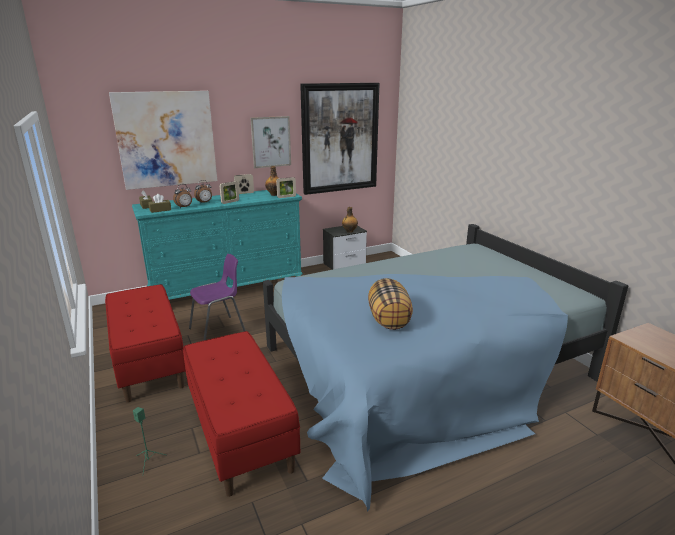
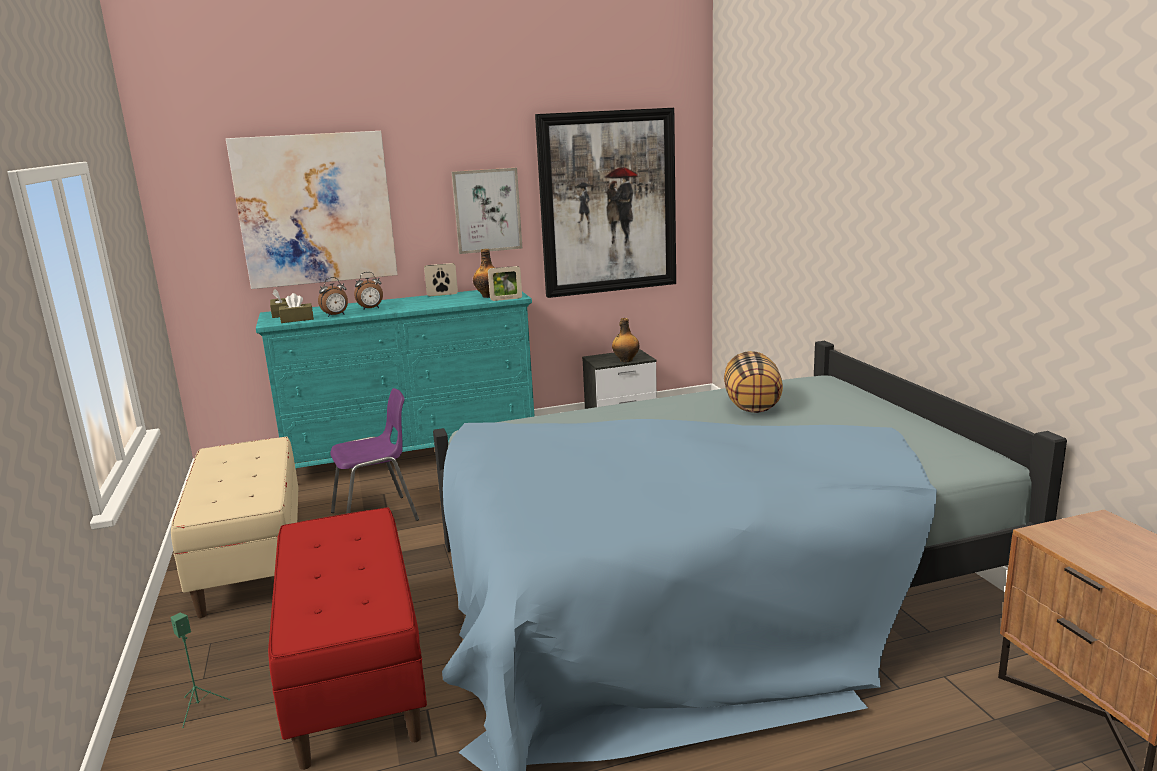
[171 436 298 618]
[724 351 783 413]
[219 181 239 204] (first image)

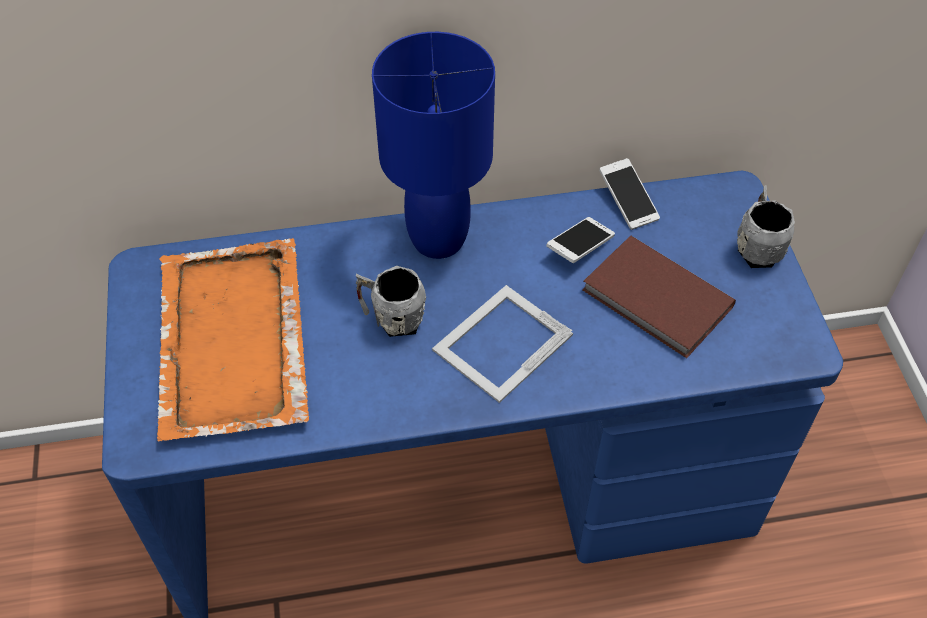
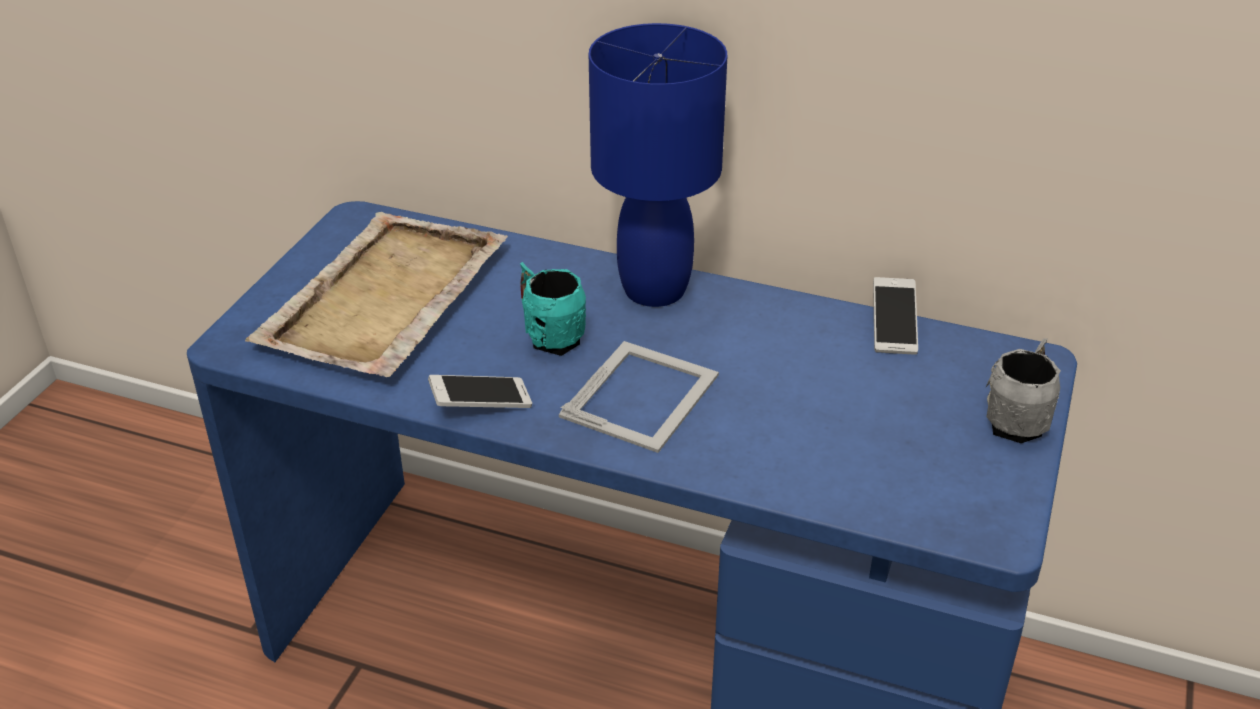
[245 212 508 377]
[428 375 532 408]
[520 262 586 356]
[559 341 719 453]
[582 236 736 358] (first image)

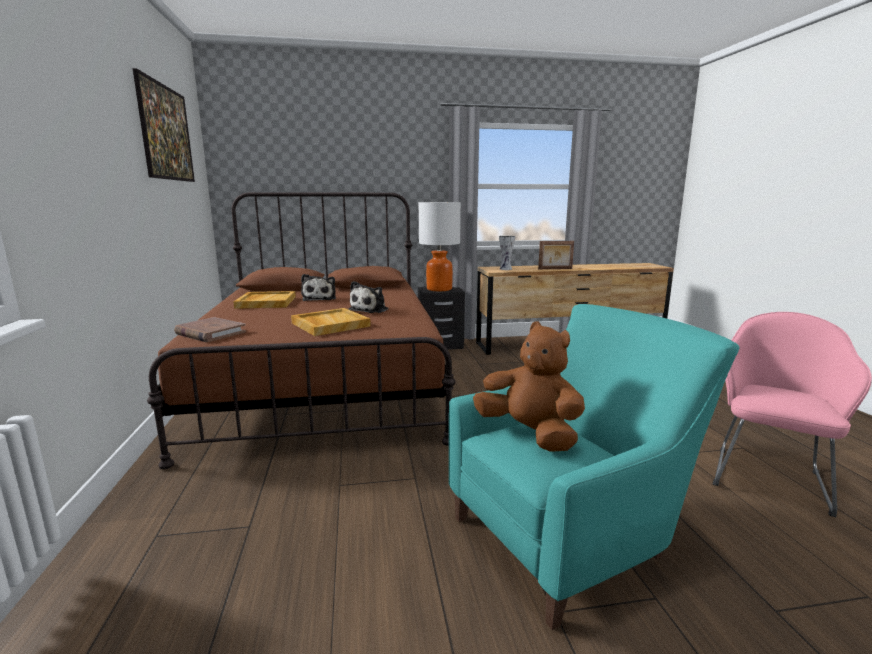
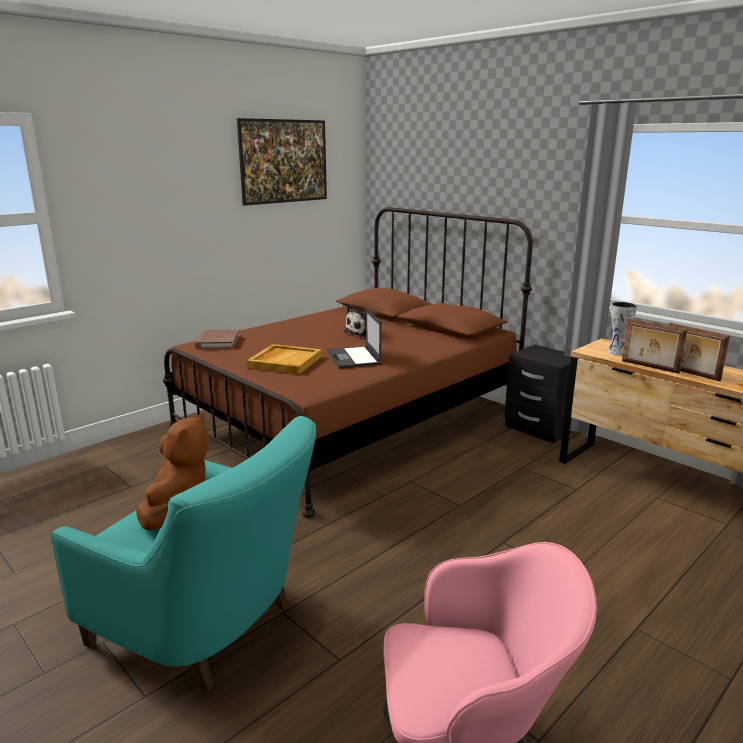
[327 308 382 369]
[622 318 687 374]
[233 291 296 309] (first image)
[418 202 461 291] (first image)

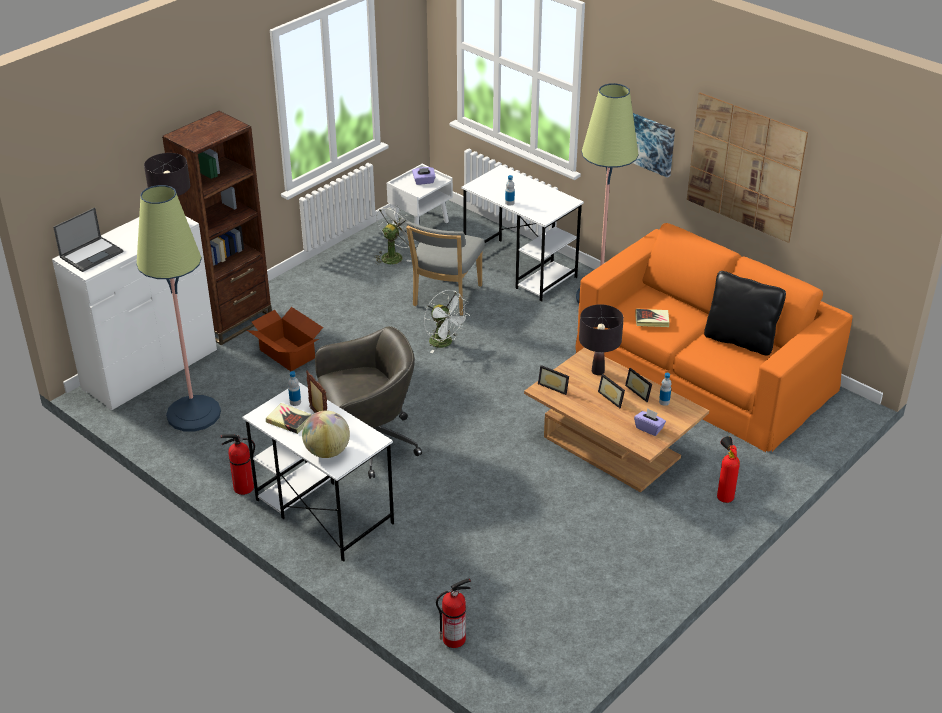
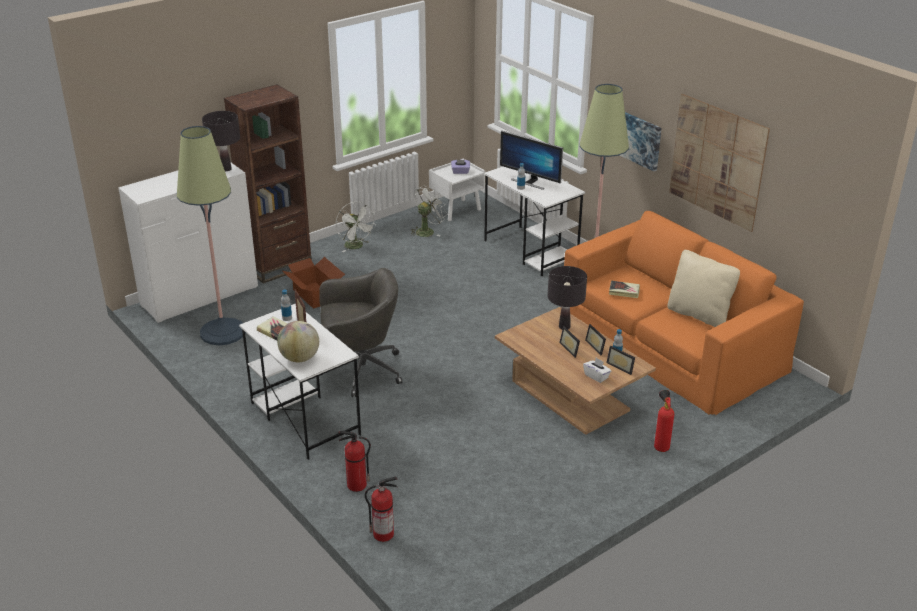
[336 202 374 252]
[338 431 371 492]
[500 131 563 190]
[583 358 611 383]
[606 346 635 375]
[667 250 740 327]
[53 207 124 272] (first image)
[406 222 485 316] (first image)

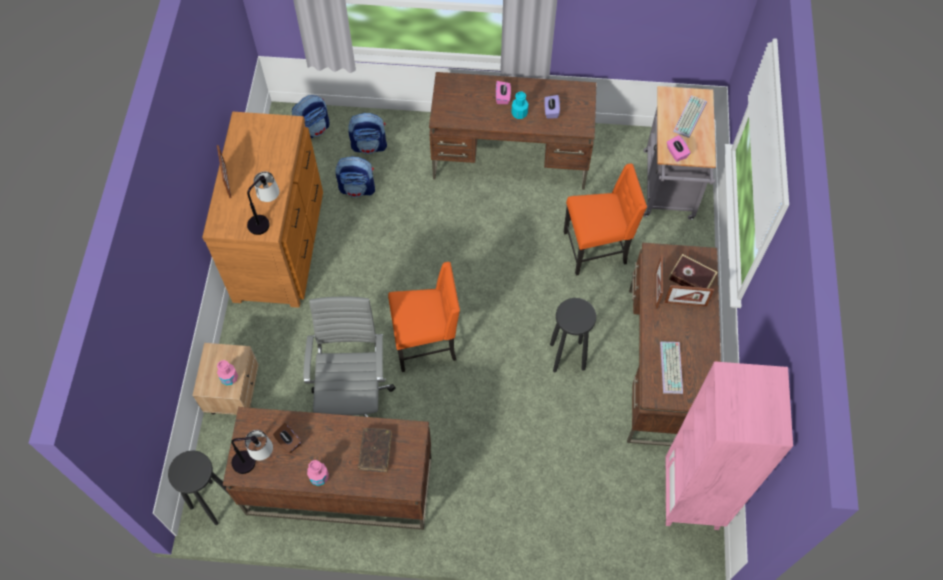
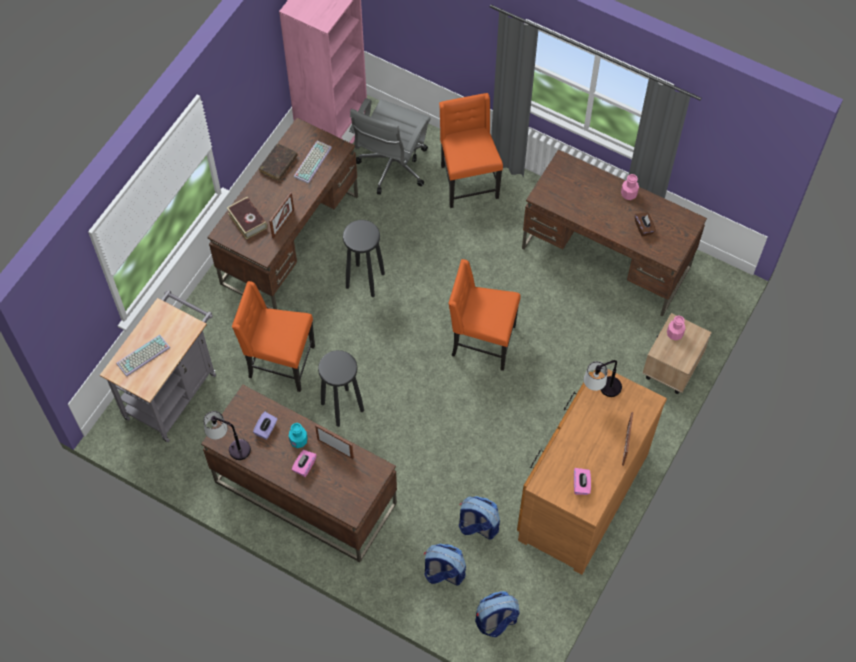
[203 411 251 460]
[259 144 298 181]
[315 424 354 459]
[318 350 364 427]
[349 98 431 195]
[439 93 503 208]
[574 468 591 495]

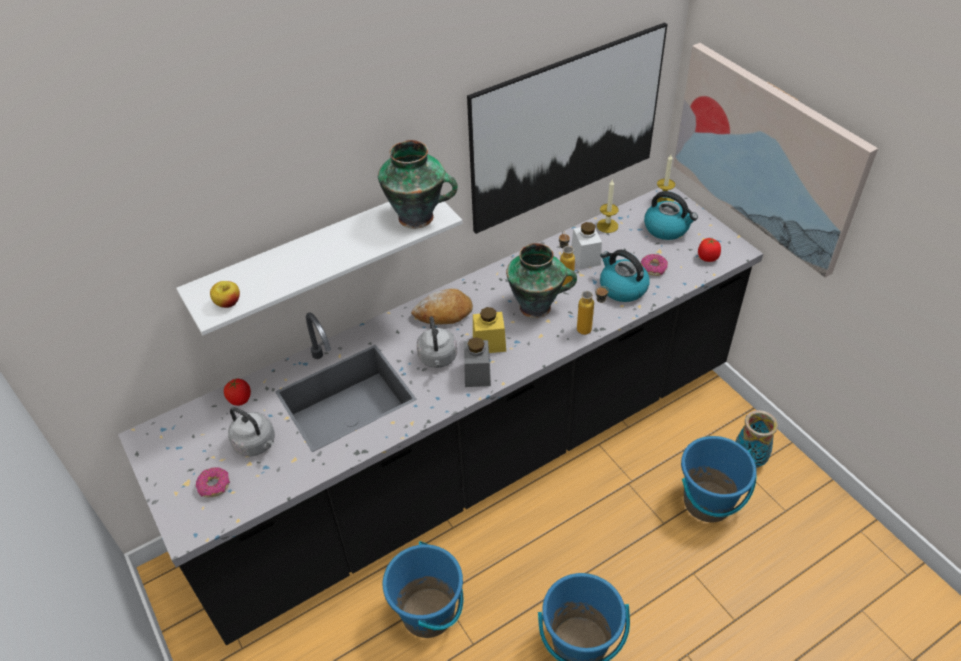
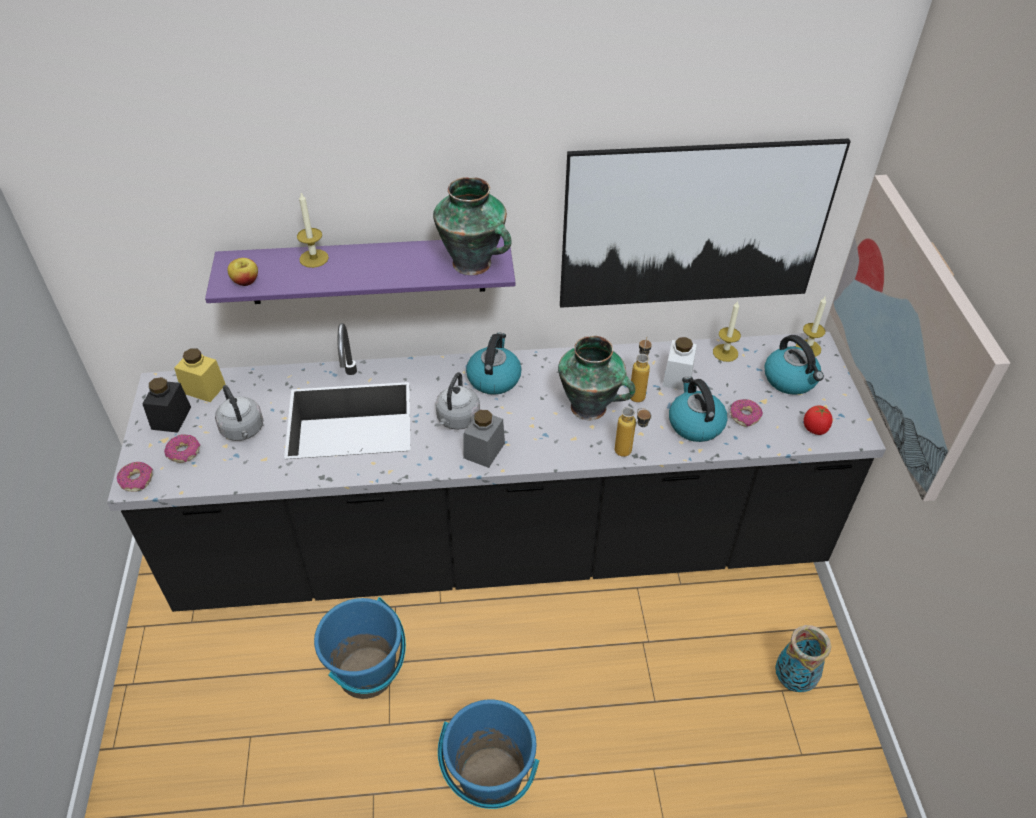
[117 462 153 492]
[142 377 191 433]
[174 348 226 402]
[205 237 515 304]
[297 193 329 268]
[466 333 522 395]
[224 379 251 406] (first image)
[681 436 757 522] (first image)

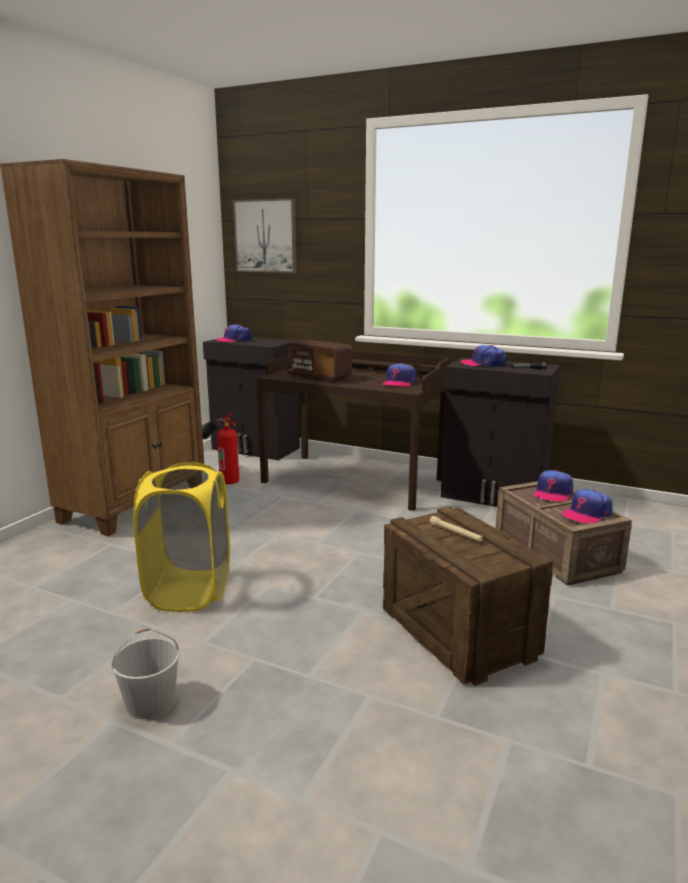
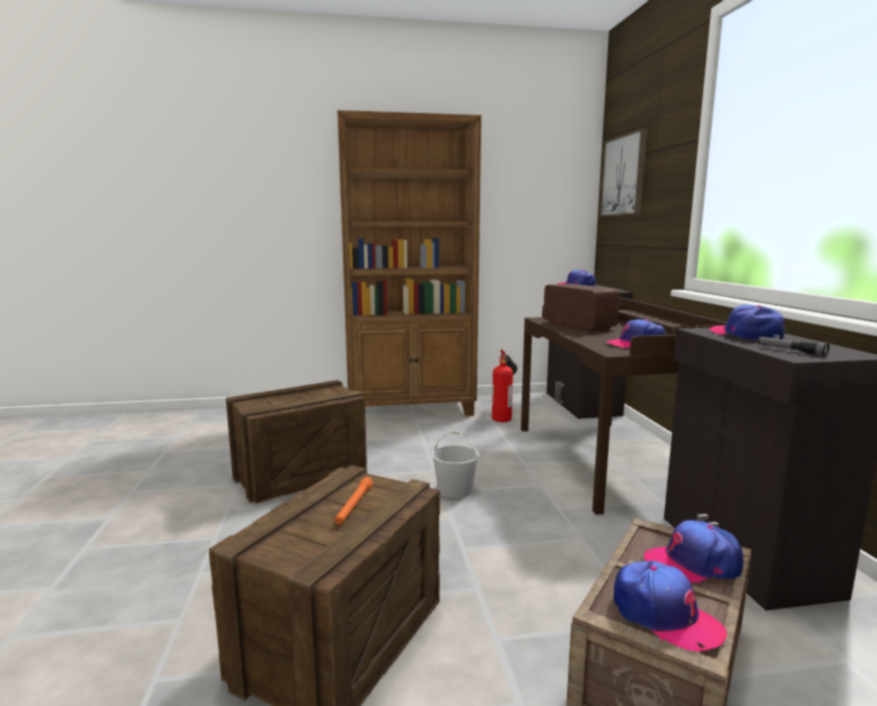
[226 380 367 504]
[335 477 373 525]
[432 432 479 498]
[543 284 620 332]
[613 561 727 652]

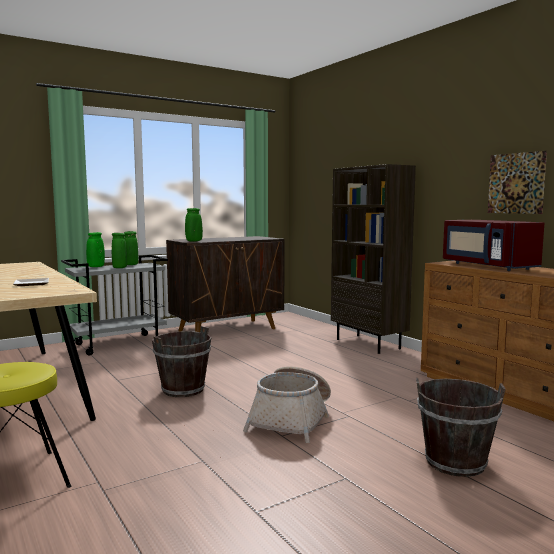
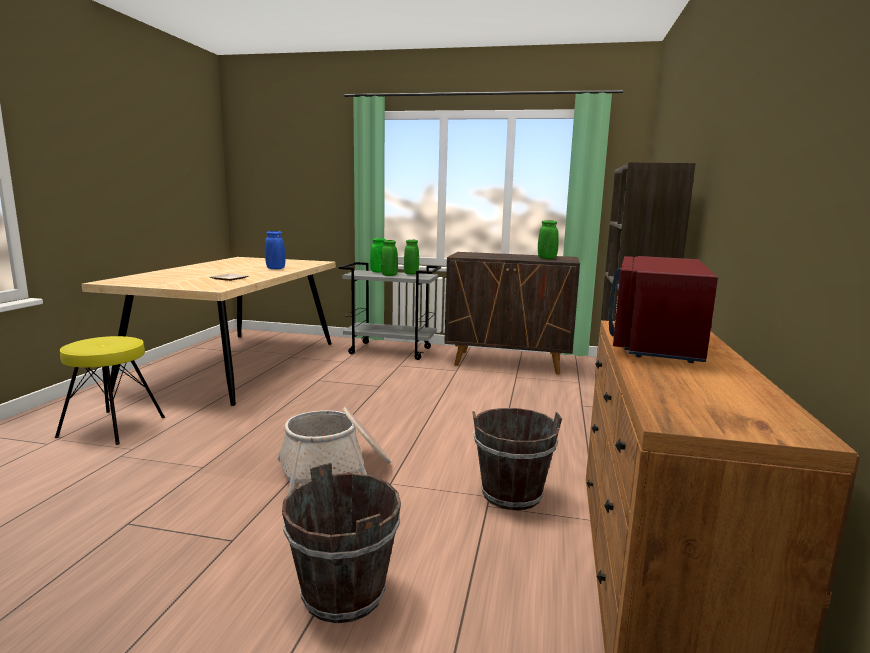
[265 231 286 269]
[472 408 562 510]
[538 220 559 259]
[488 151 547 214] (first image)

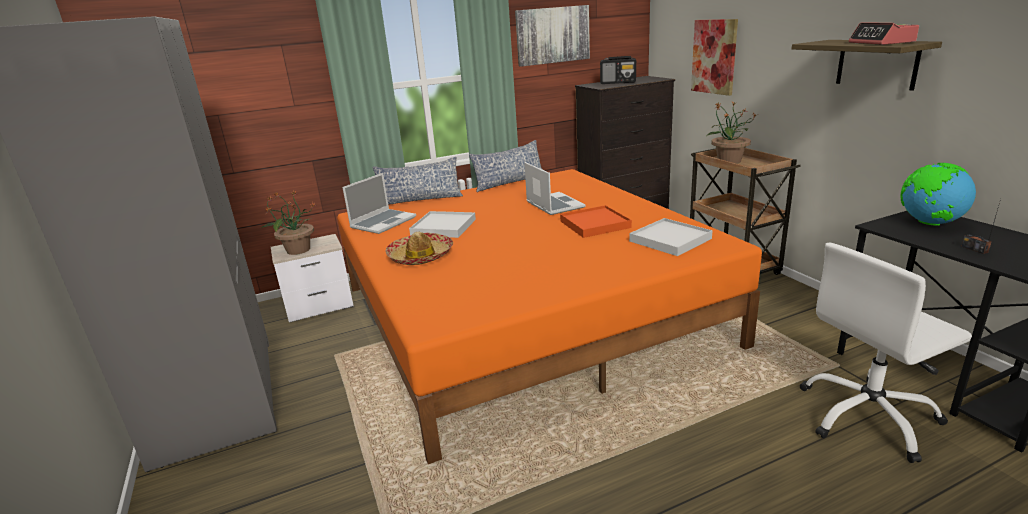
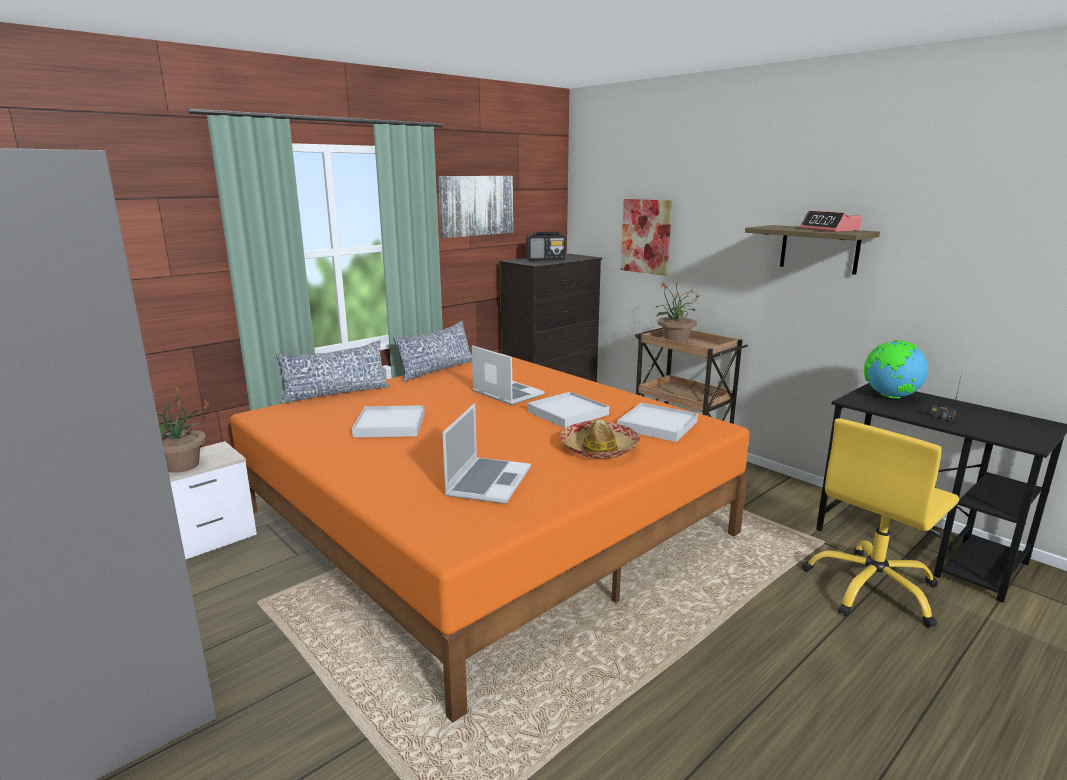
[442 404 531 504]
[527 392 609 428]
[560 419 640 459]
[802 418 959 628]

